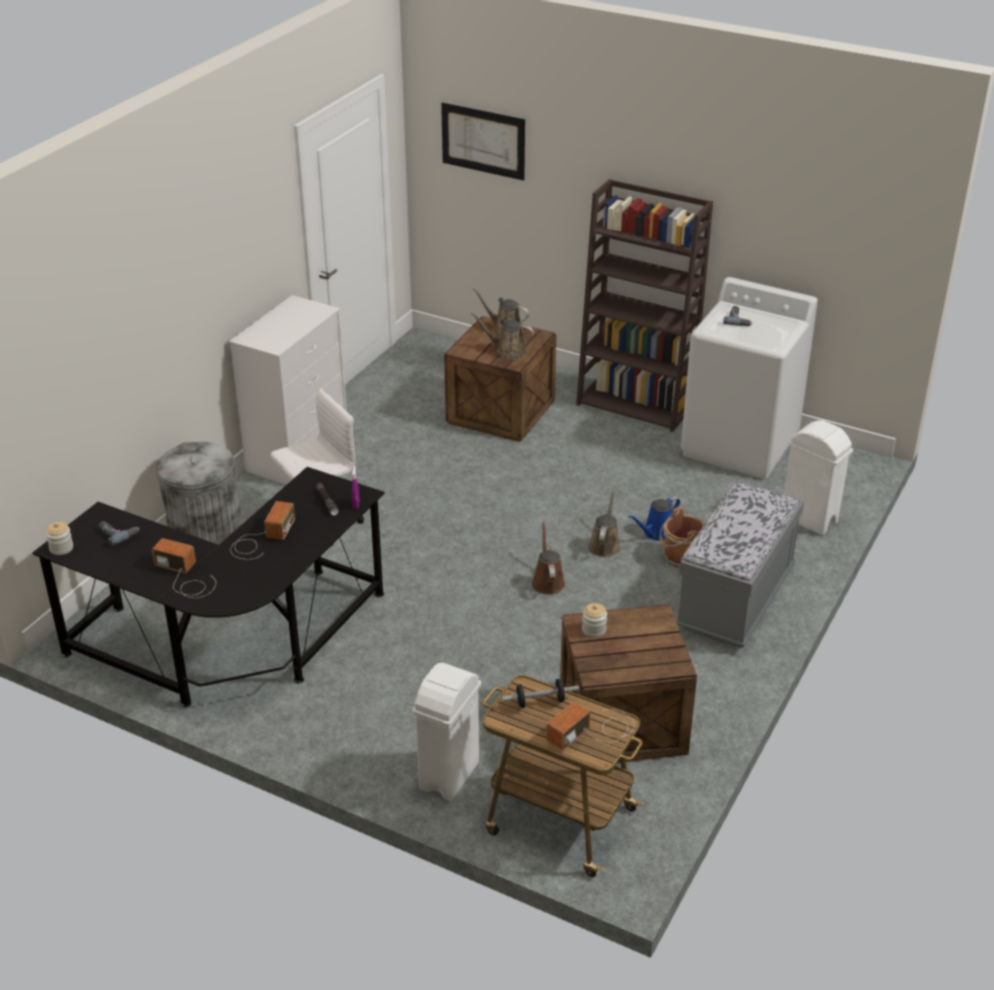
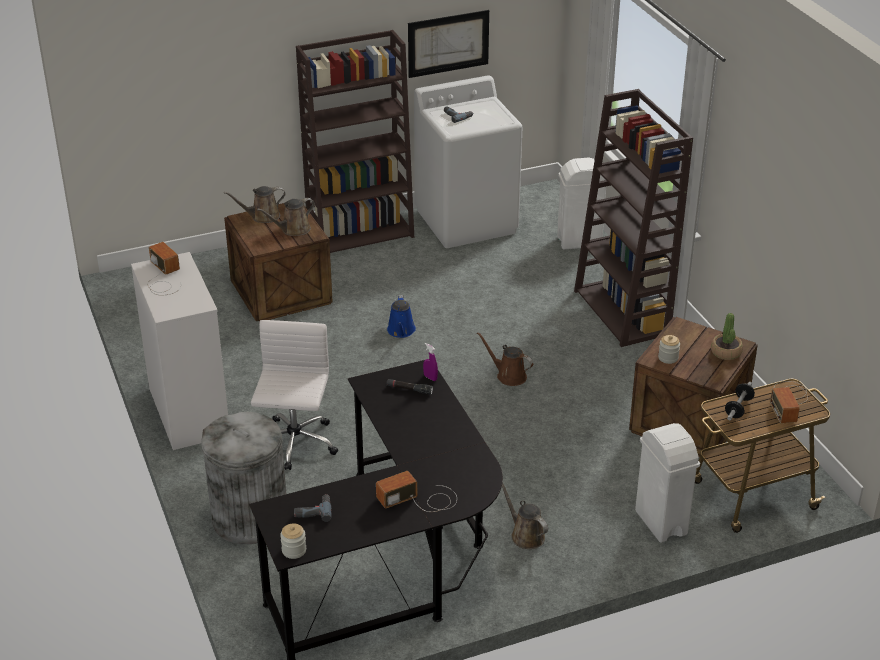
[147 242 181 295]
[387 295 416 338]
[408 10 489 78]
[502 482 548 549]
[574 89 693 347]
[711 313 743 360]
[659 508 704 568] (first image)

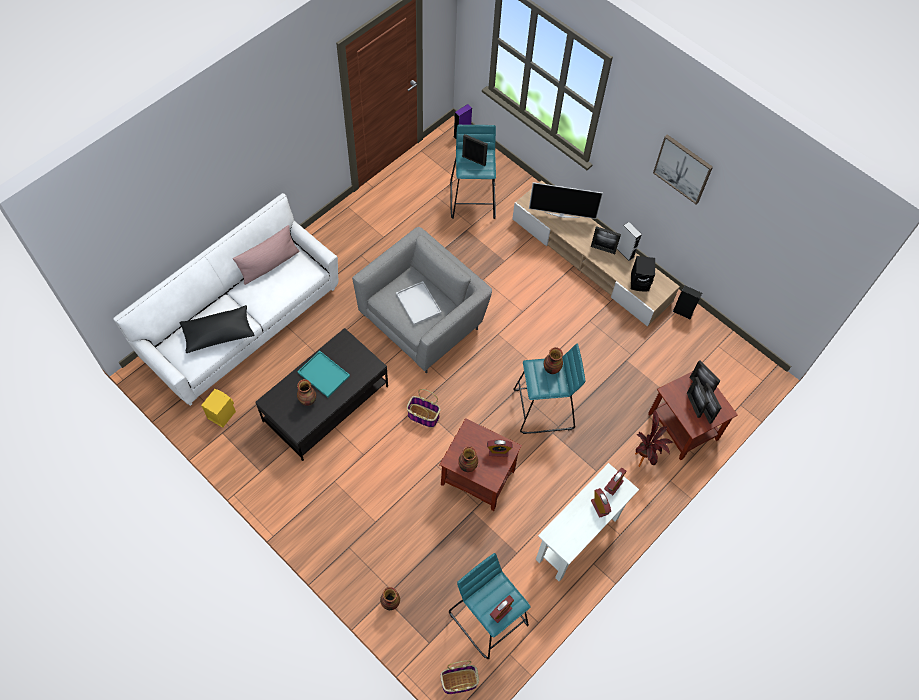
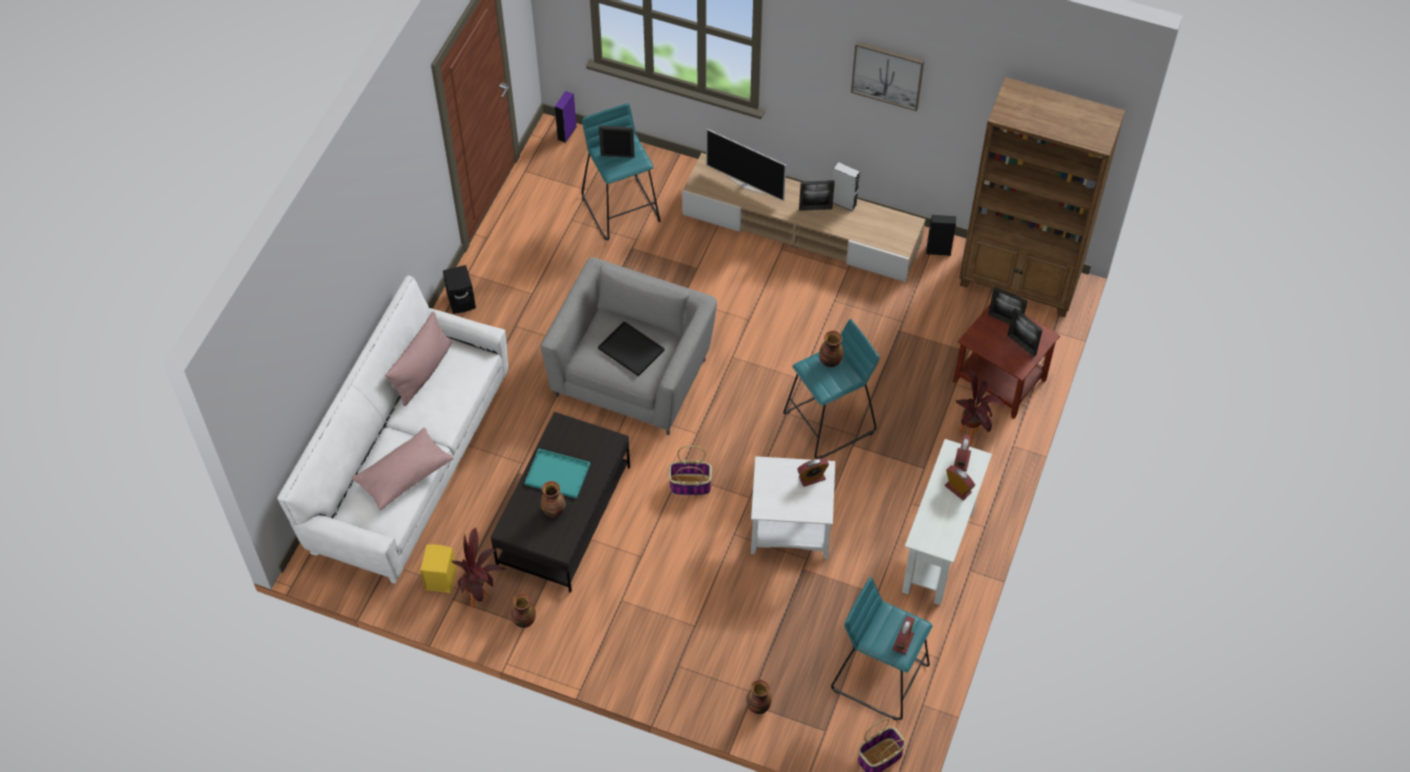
[351 427 454 510]
[443 265 476 314]
[452 527 506 608]
[511 593 536 628]
[598 321 664 377]
[706 129 786 201]
[751 456 835 559]
[959 77 1125 317]
[687 377 709 418] (first image)

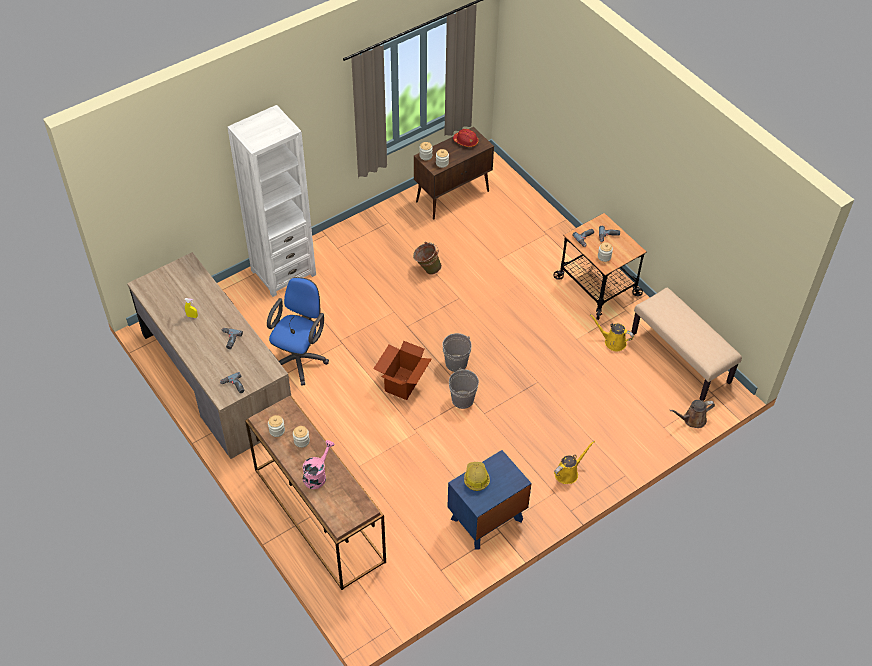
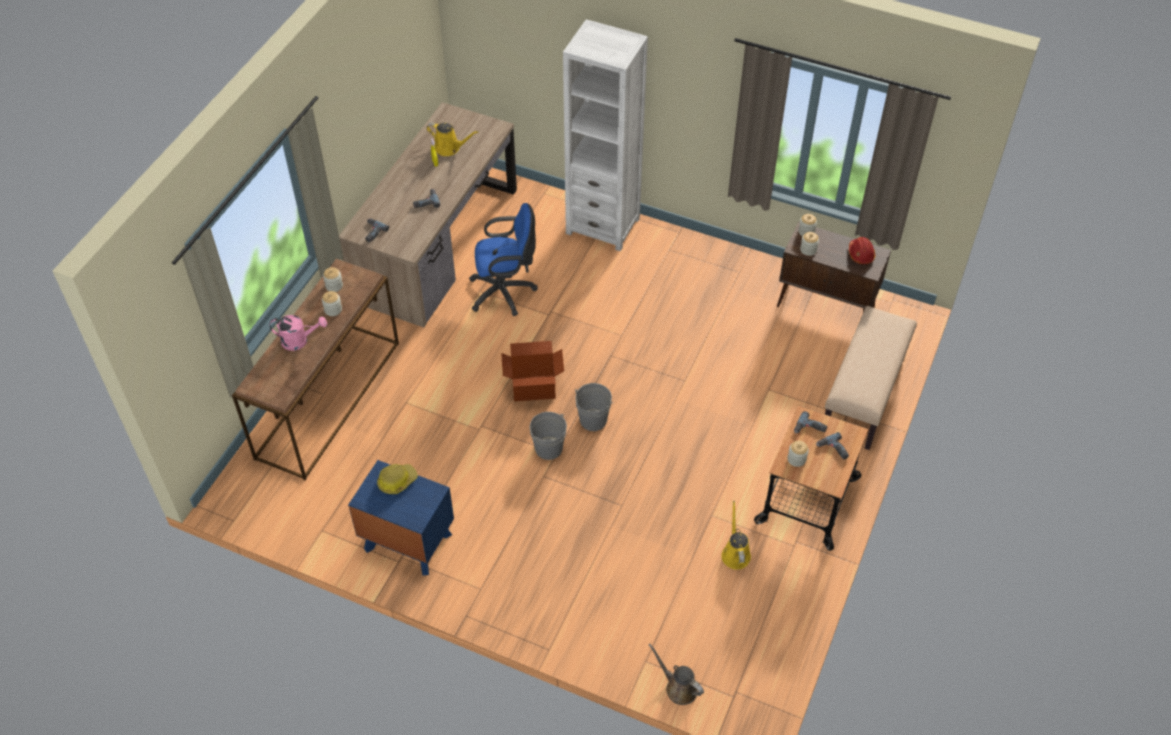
[427 123 478 156]
[825 306 917 450]
[413 242 442 275] (first image)

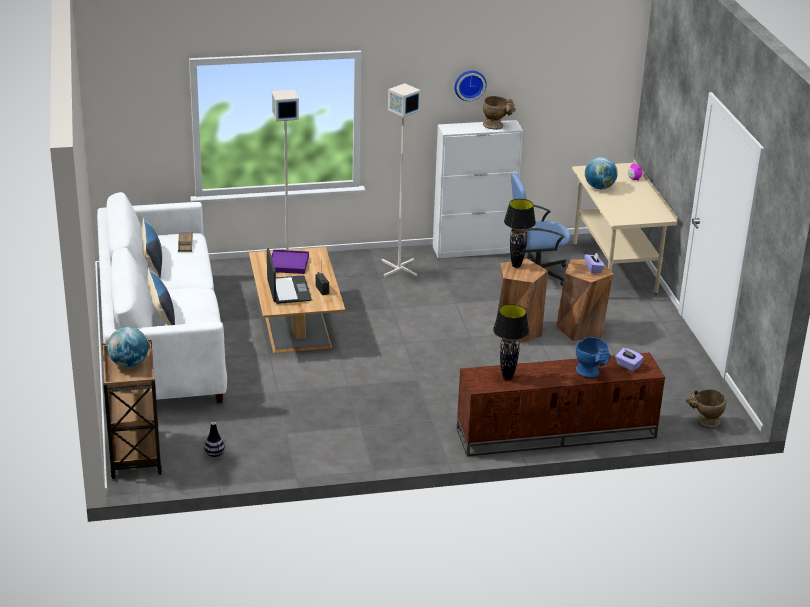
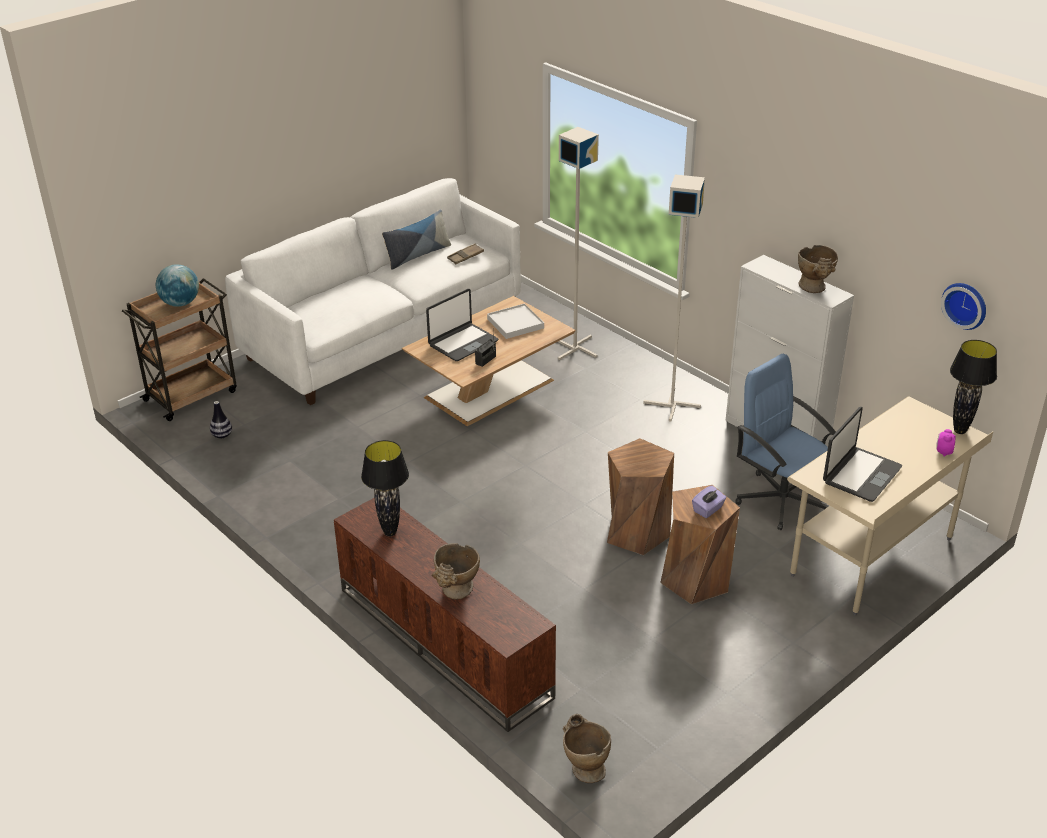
[431 543 480 600]
[487 303 544 339]
[823 407 902 502]
[941 283 986 330]
[950 340 997 434]
[148 267 175 325] (first image)
[585 157 618 189] (first image)
[615 348 644 371] (first image)

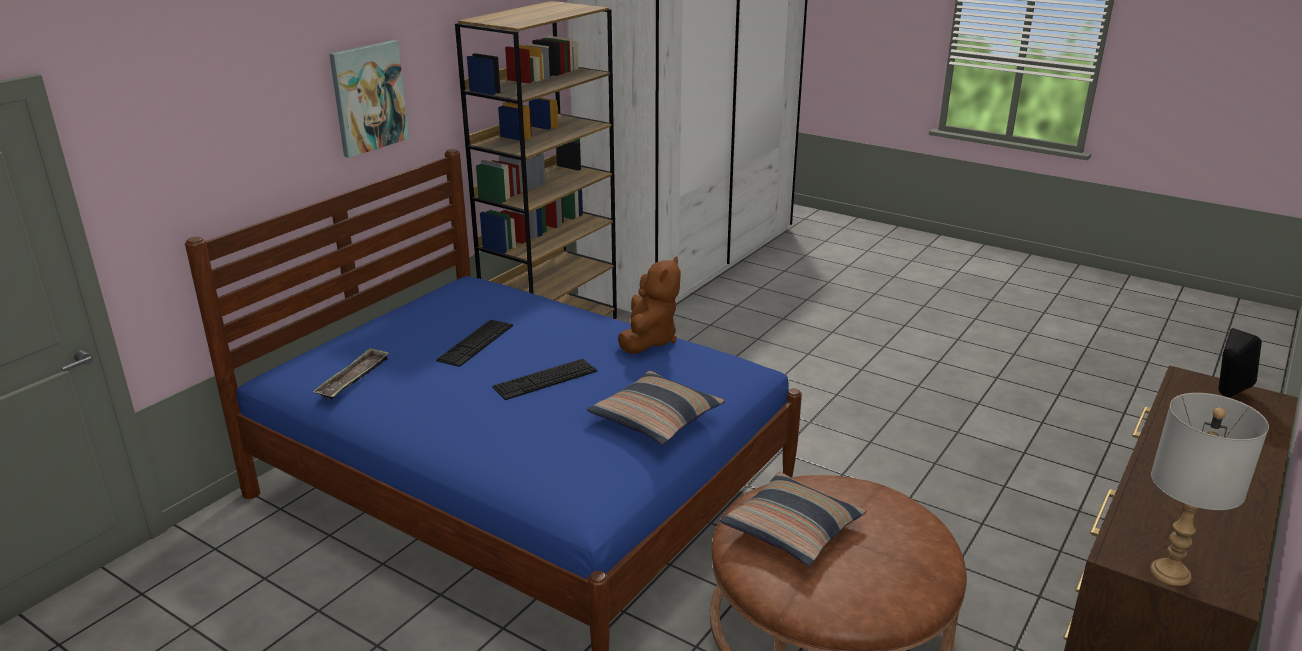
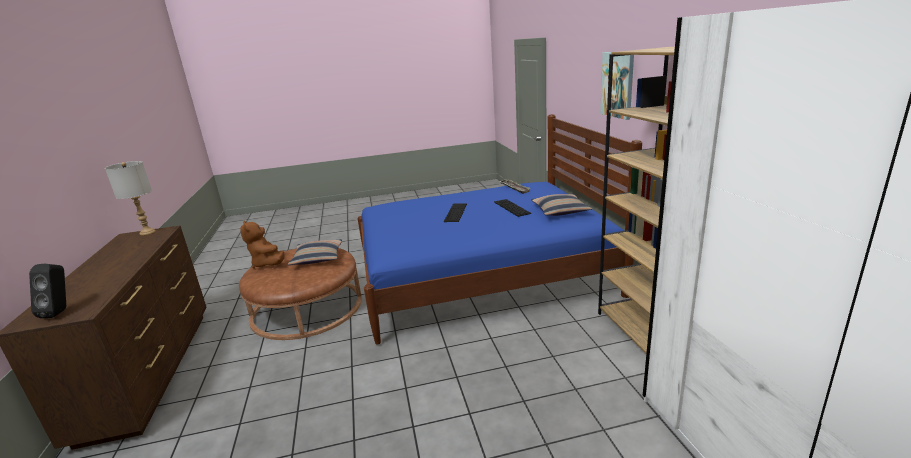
[240 221 285 269]
[531 194 592 216]

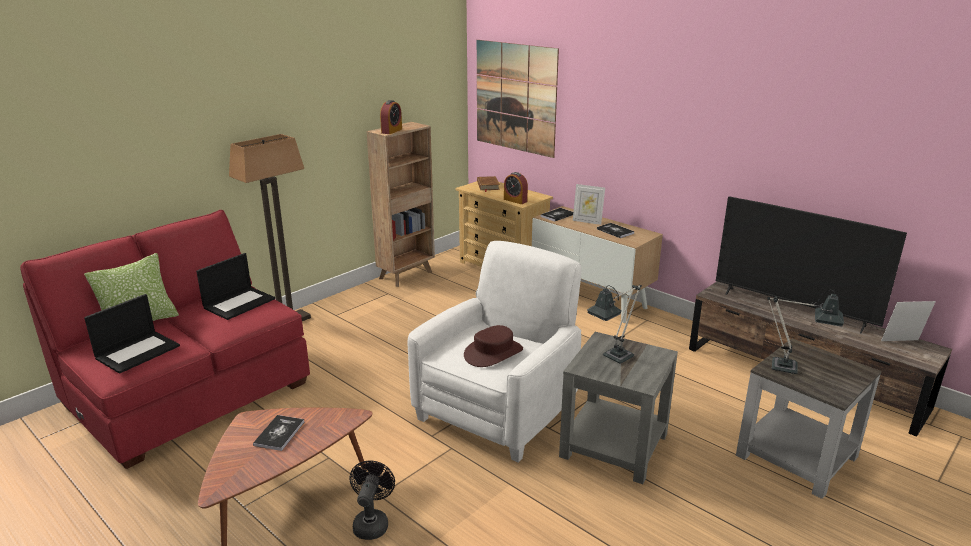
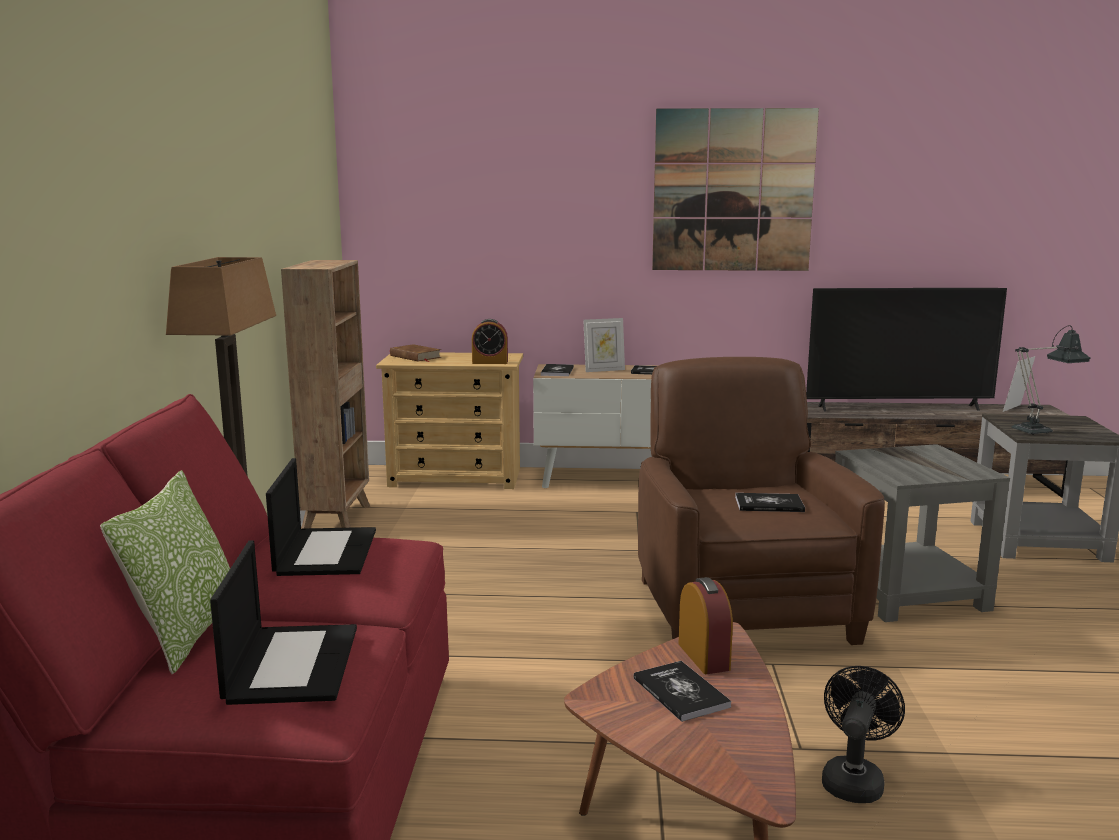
[638 357 885 645]
[652 108 819 271]
[679 577 733 674]
[735 493 805 512]
[822 666 905 803]
[587 285 642 364] (first image)

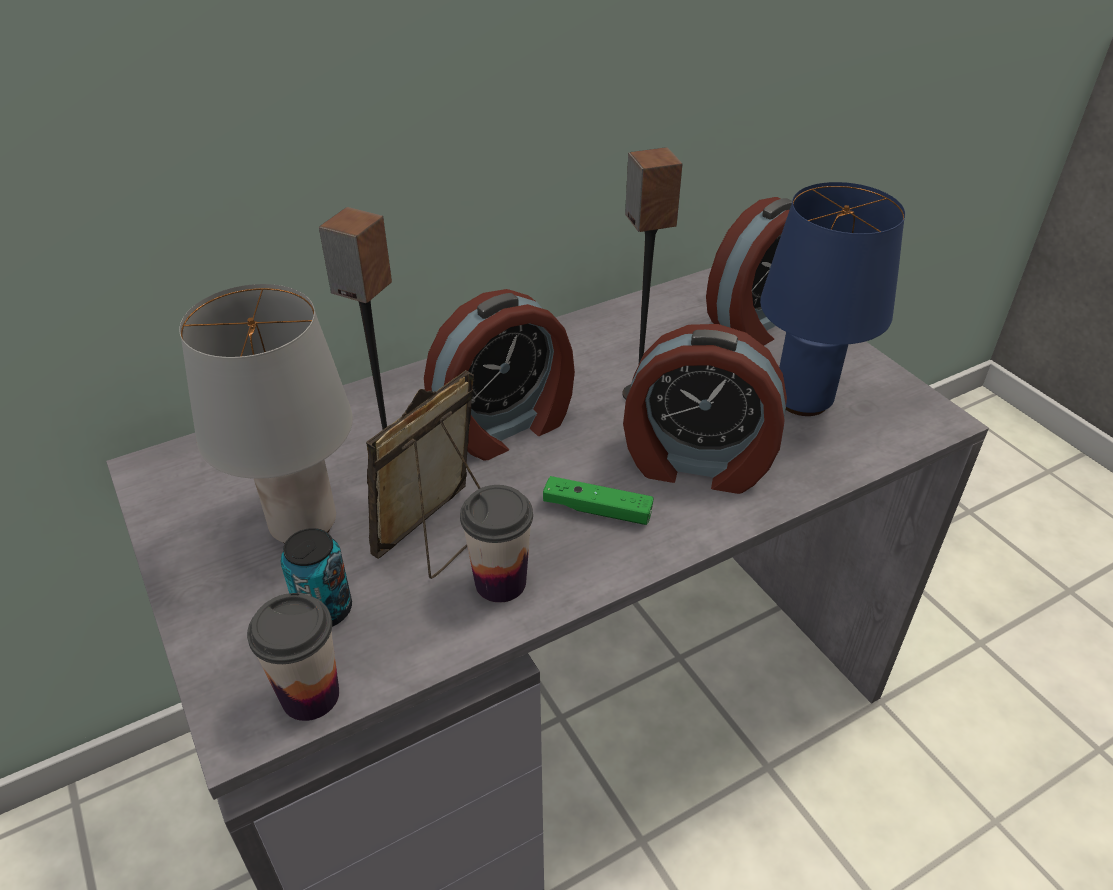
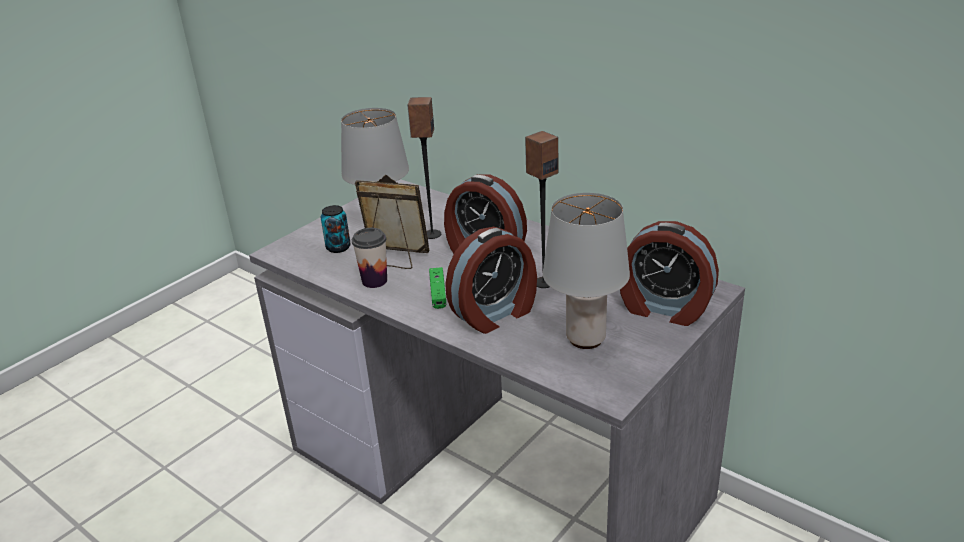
[445 227 537 334]
[543 193 630 349]
[247 593 339 721] (first image)

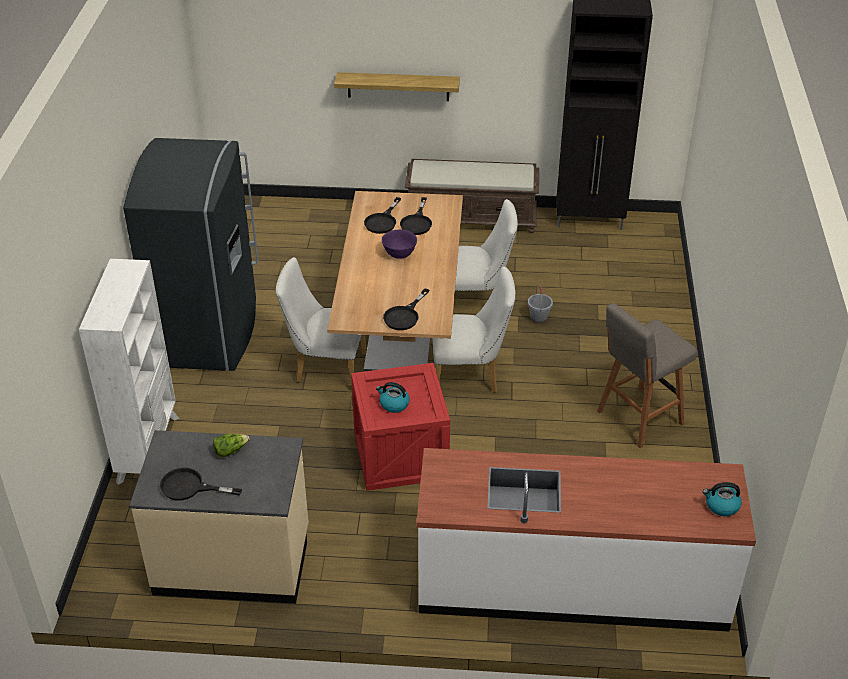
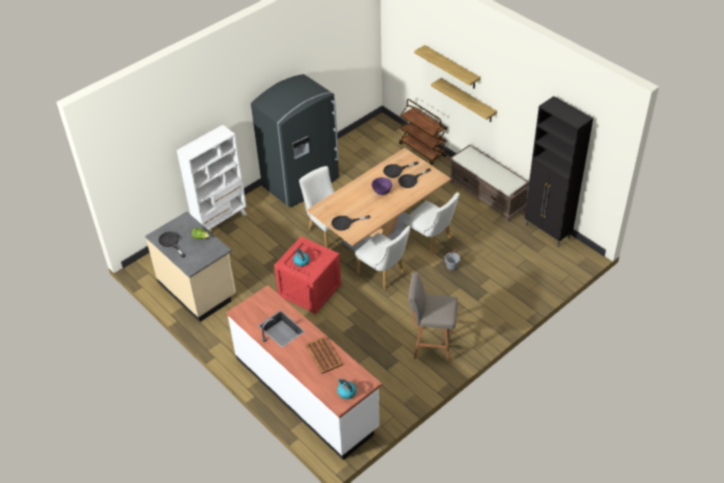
[305 336 343 374]
[399 99 447 165]
[414 45 480 89]

